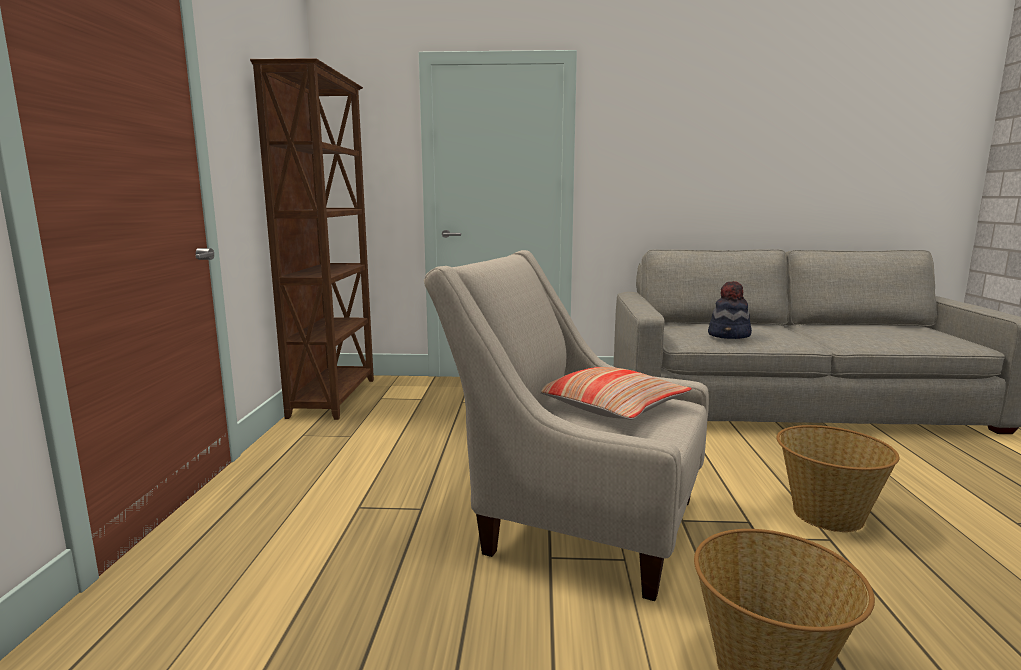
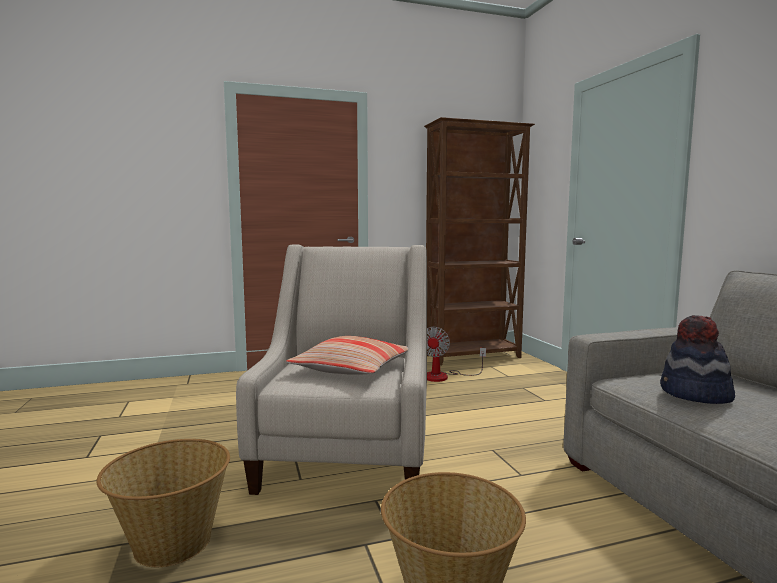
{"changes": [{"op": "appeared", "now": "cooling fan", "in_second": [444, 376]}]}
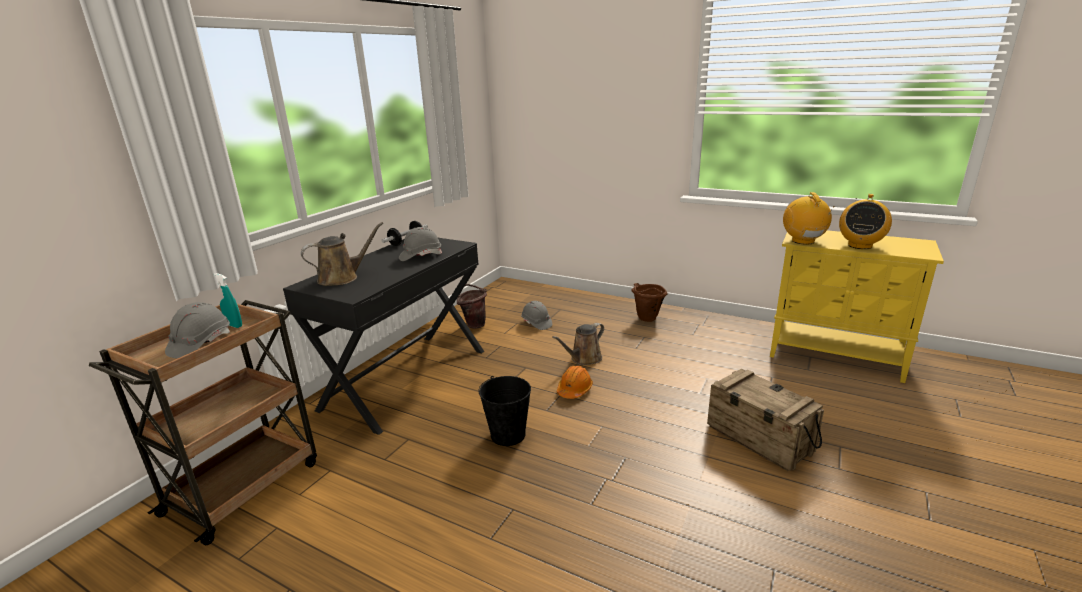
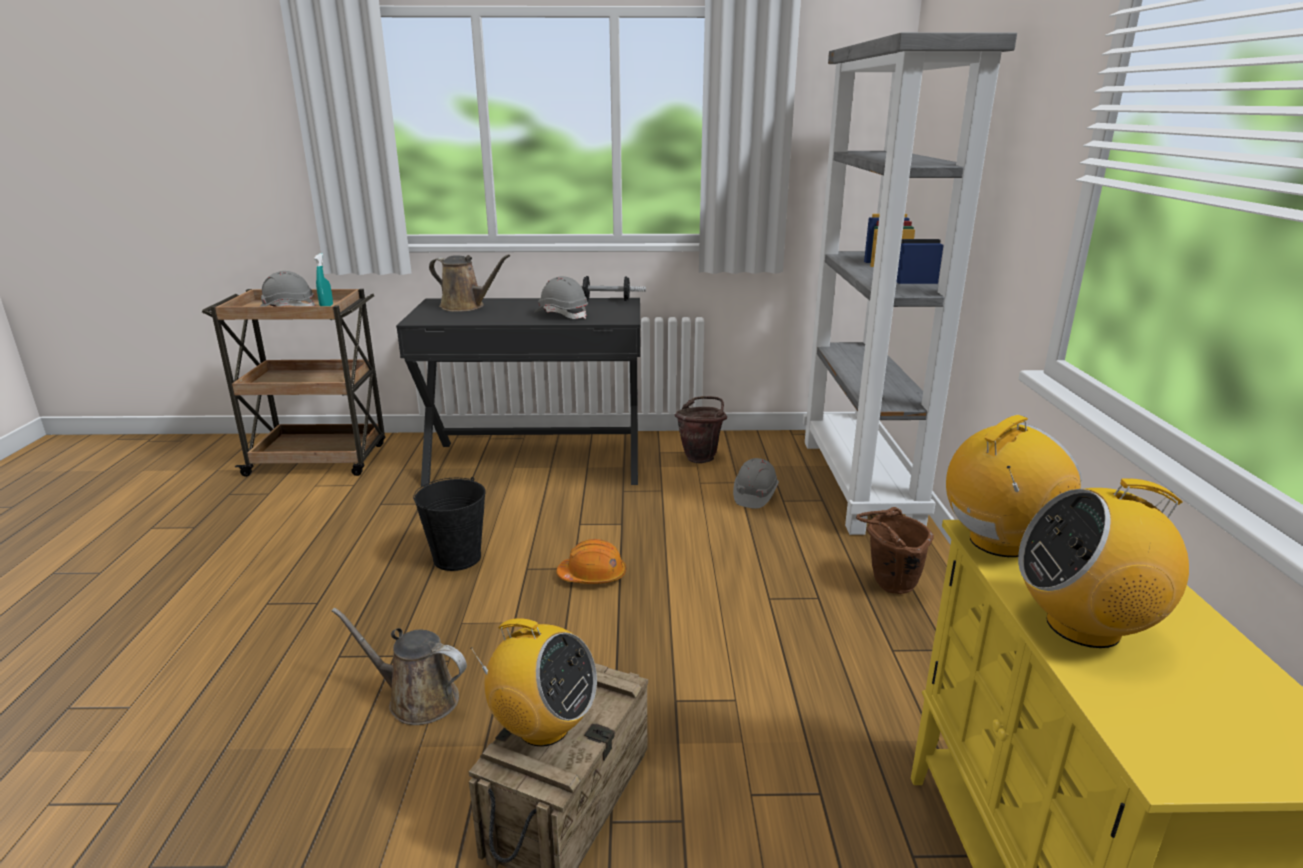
{"changes": [{"op": "relocated", "was": "brown-coloured watering can", "in_first": [584, 359], "in_second": [417, 699]}, {"op": "appeared", "now": "radio receiver", "in_second": [542, 727]}, {"op": "appeared", "now": "grey bookshelf", "in_second": [860, 484]}]}
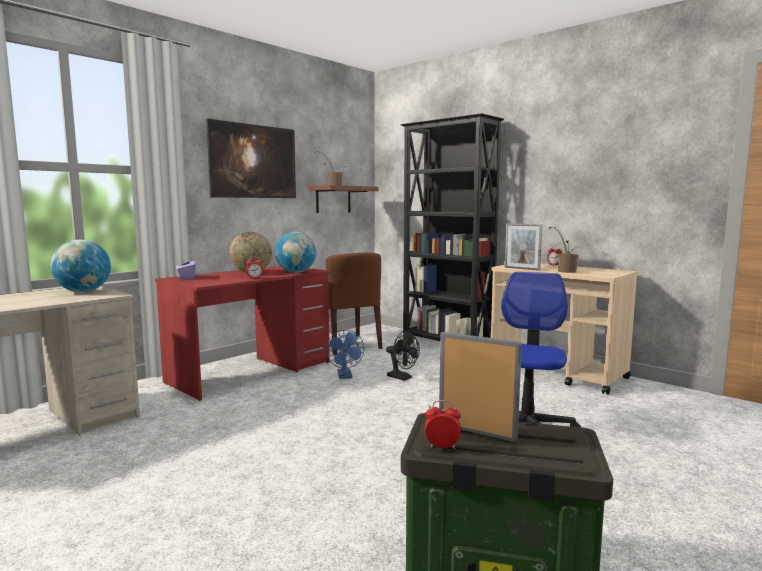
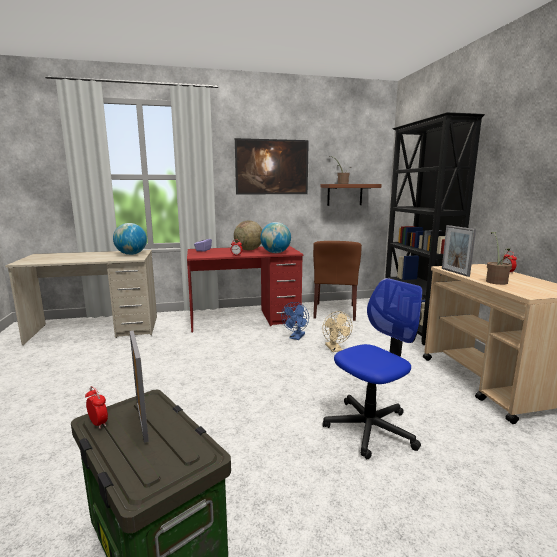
{"changes": [{"op": "colour", "was": "blackish cooling fan", "now": "beige-coloured cooling fan", "in_first": [402, 377], "in_second": [335, 349]}]}
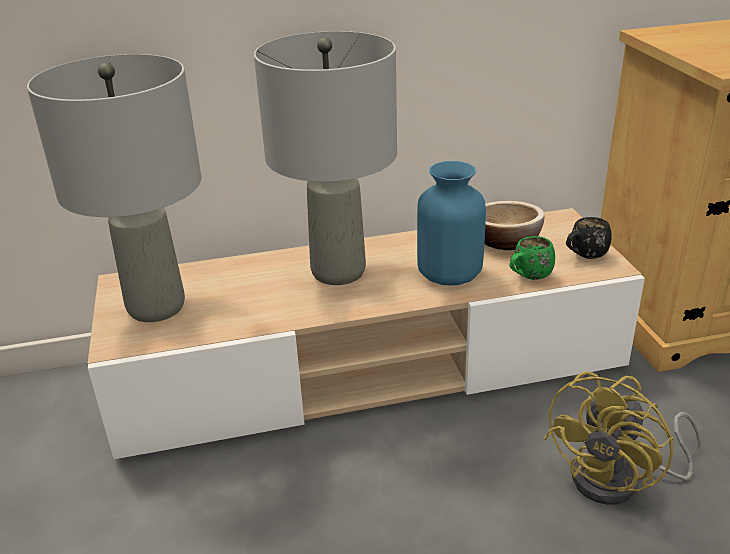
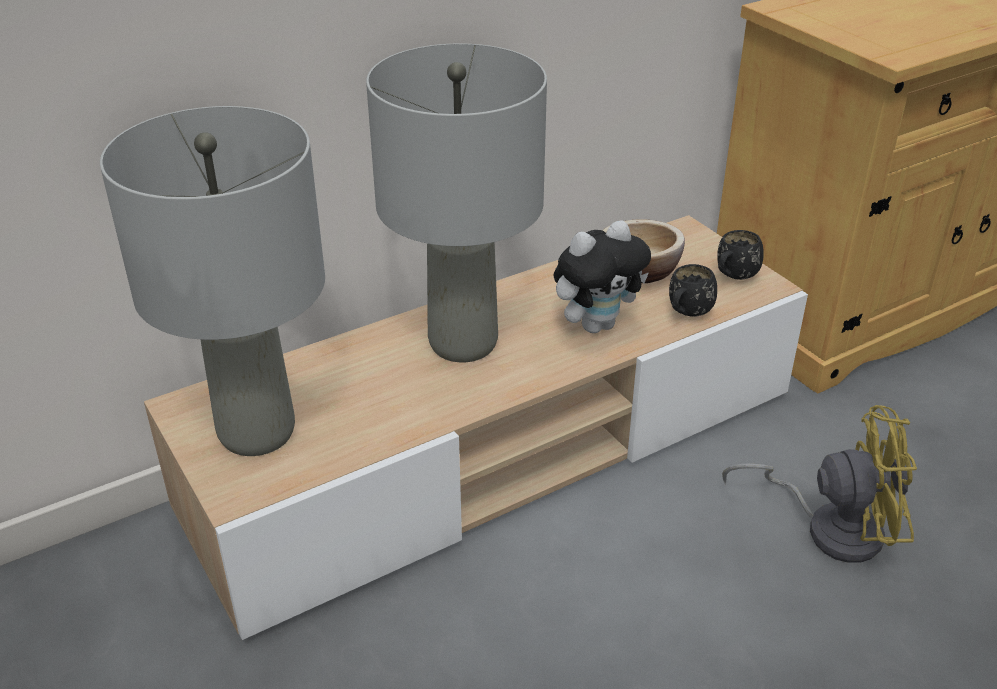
{"changes": [{"op": "exchanged", "was": "blue-coloured flower vase", "now": "cuddly toy", "in_first": [449, 274], "in_second": [596, 324]}, {"op": "colour", "was": "green-coloured coffee mug", "now": "blackish coffee mug", "in_first": [528, 277], "in_second": [687, 314]}, {"op": "spun", "was": "yellow-coloured cooling fan", "in_first": [619, 481], "in_second": [830, 527], "clockwise": -105}]}
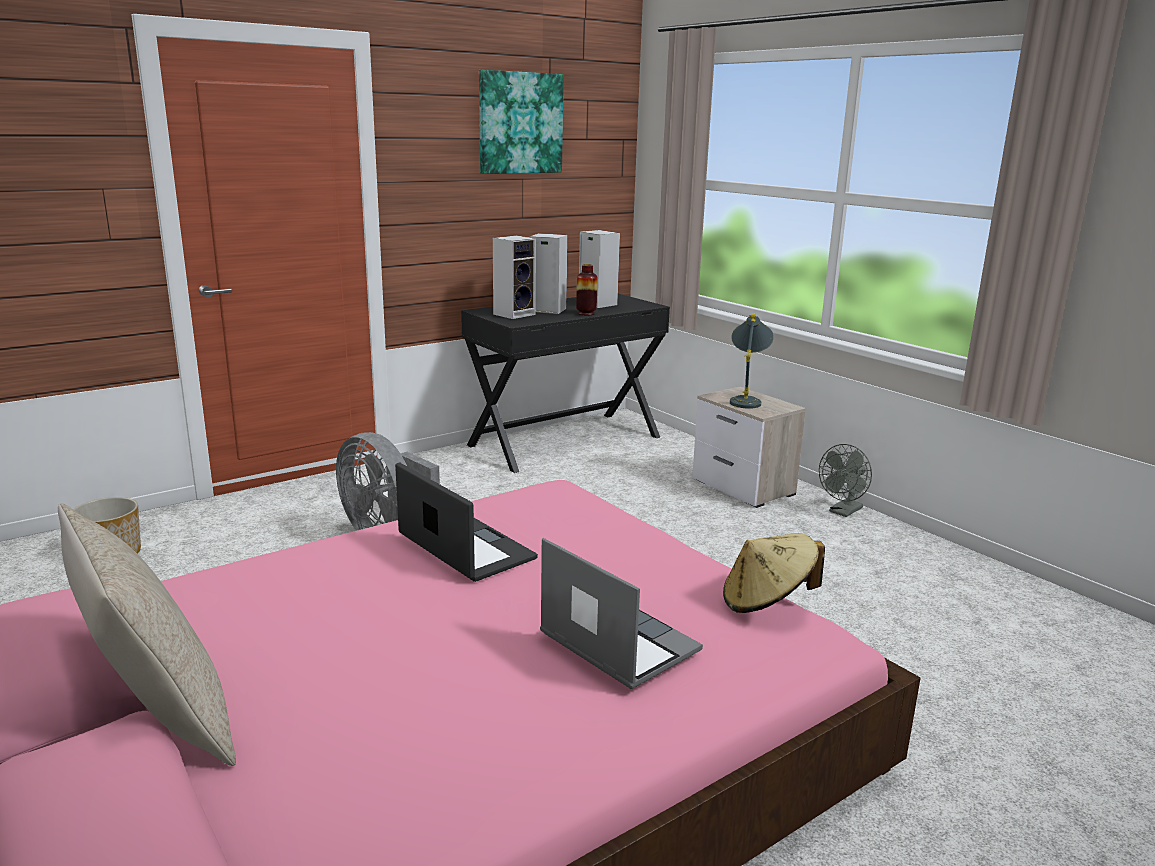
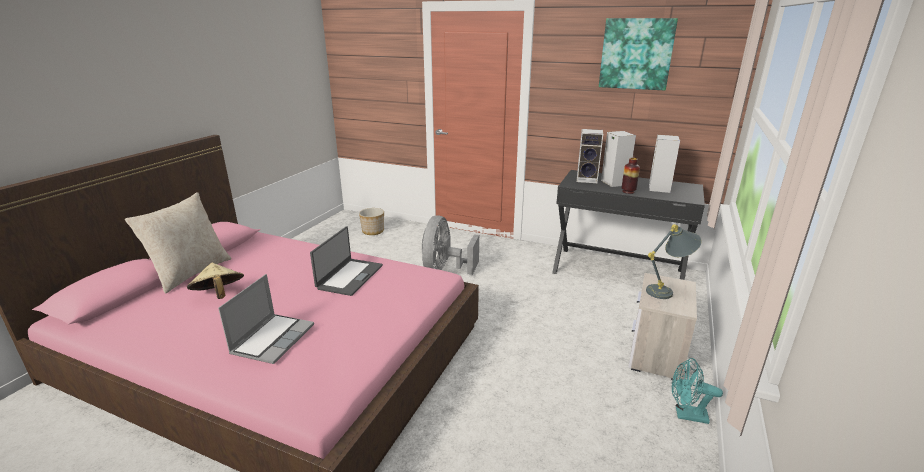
{"changes": [{"op": "relocated", "was": "beige-coloured hat", "in_first": [767, 602], "in_second": [219, 295]}, {"op": "colour", "was": "grey cooling fan", "now": "turquoise cooling fan", "in_first": [843, 512], "in_second": [686, 415]}]}
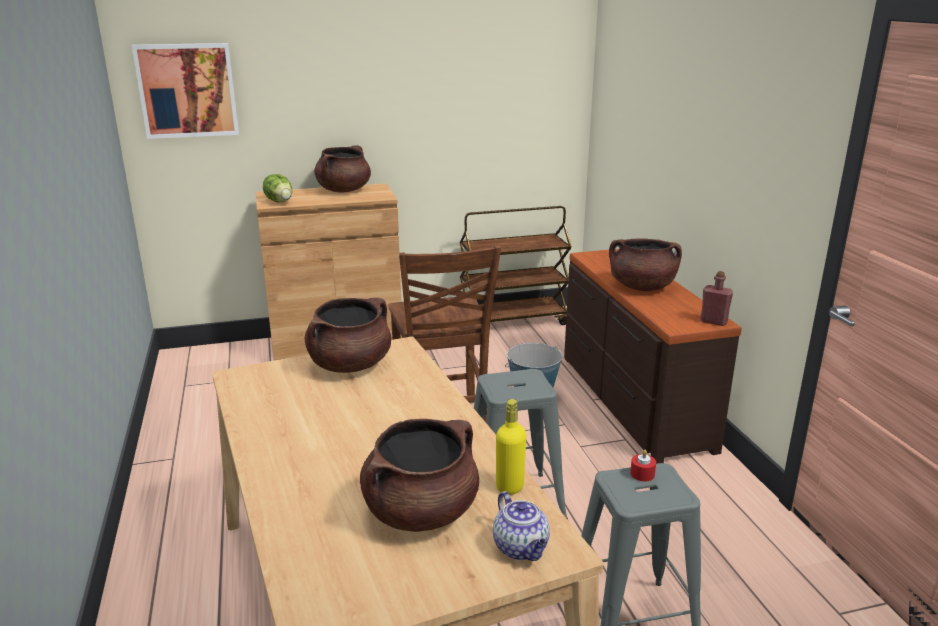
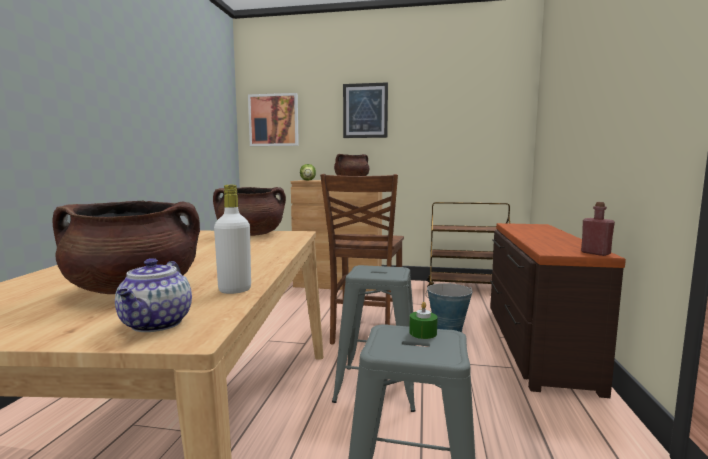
{"changes": [{"op": "colour", "was": "yellow-coloured beverage bottle", "now": "white-coloured beverage bottle", "in_first": [509, 487], "in_second": [235, 290]}, {"op": "missing", "was": "brown-coloured saucepot", "in_first": [642, 287]}, {"op": "colour", "was": "red-coloured wax candle", "now": "green-coloured wax candle", "in_first": [642, 474], "in_second": [423, 333]}, {"op": "appeared", "now": "wall picture", "in_second": [365, 111]}]}
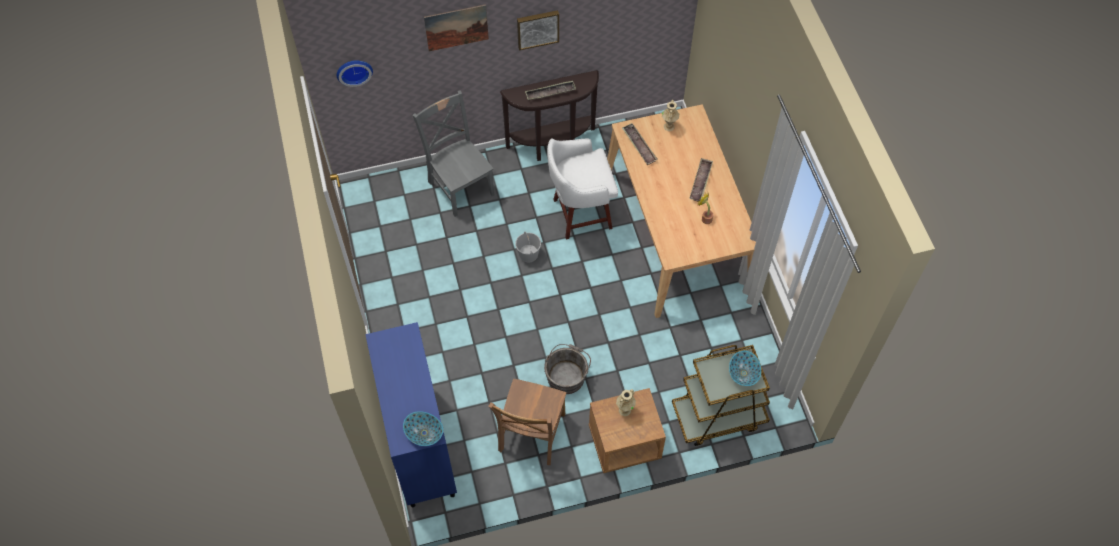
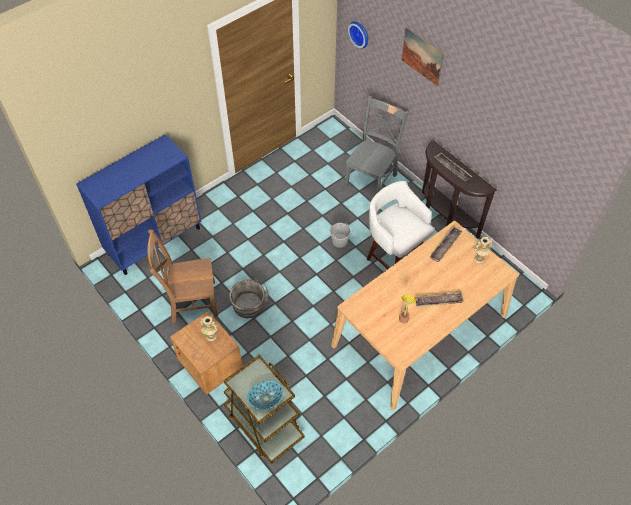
{"changes": [{"op": "missing", "was": "serving bowl", "in_first": [424, 433]}, {"op": "missing", "was": "wall picture", "in_first": [537, 28]}]}
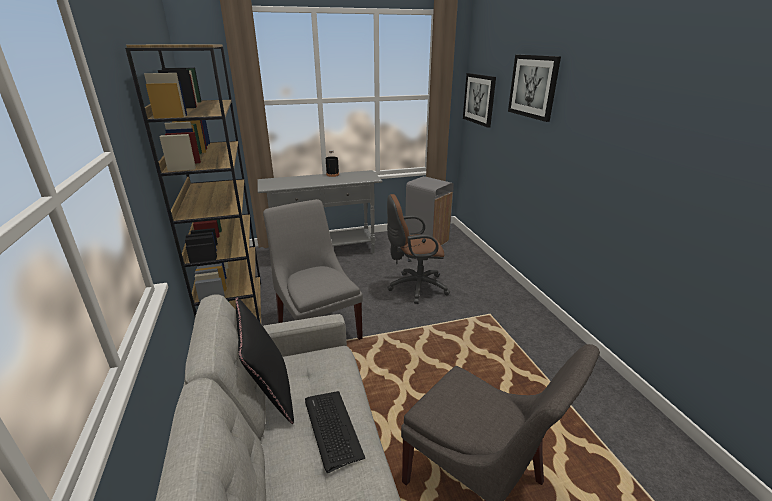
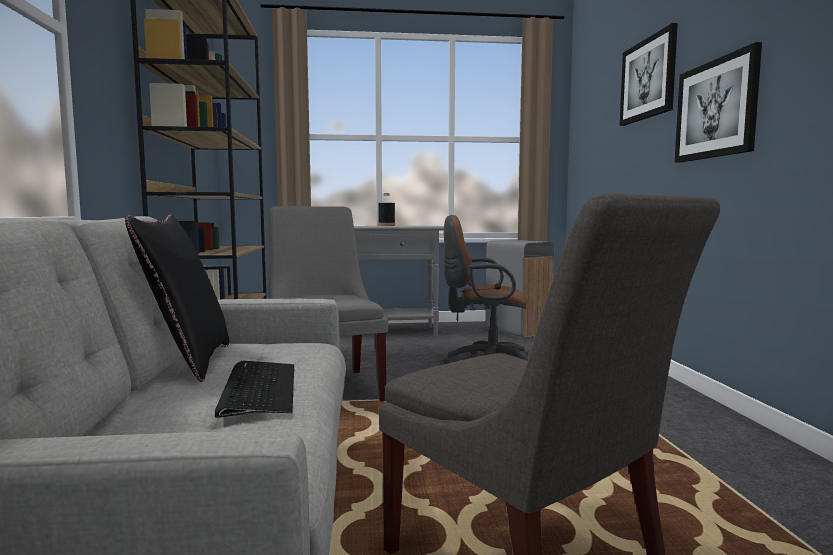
{"changes": [{"op": "relocated", "was": "wall picture", "in_first": [479, 99], "in_second": [716, 109]}]}
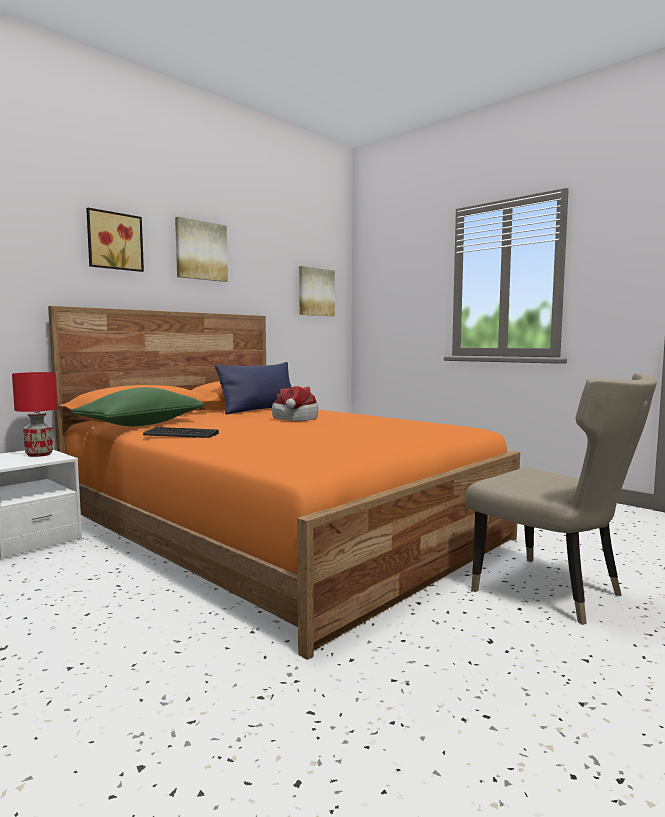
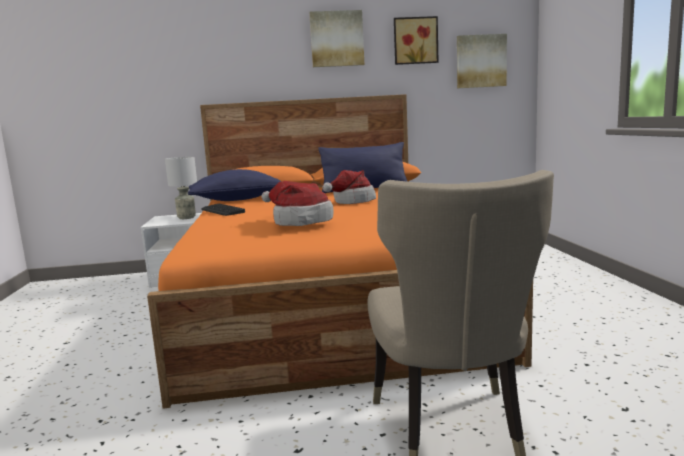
{"changes": [{"op": "colour", "was": "red-coloured table lamp", "now": "grey table lamp", "in_first": [39, 455], "in_second": [186, 218]}, {"op": "colour", "was": "green-coloured cushion", "now": "blue-coloured cushion", "in_first": [142, 424], "in_second": [237, 200]}, {"op": "relocated", "was": "wall picture", "in_first": [114, 241], "in_second": [415, 41]}, {"op": "appeared", "now": "hat", "in_second": [299, 221]}]}
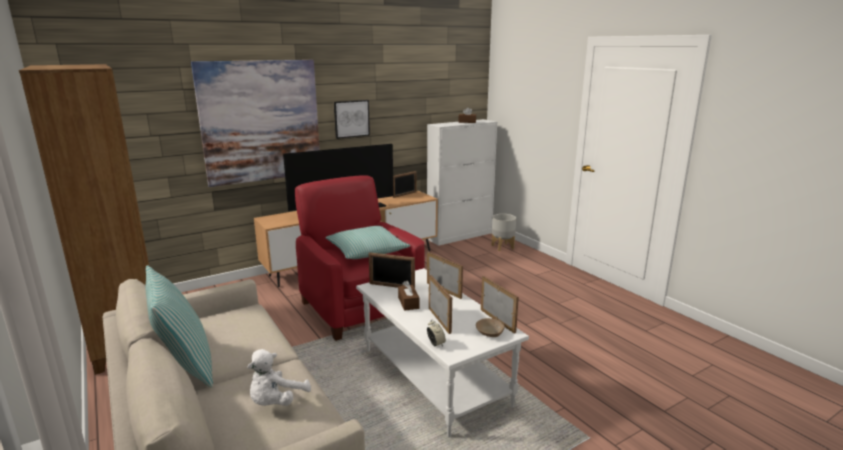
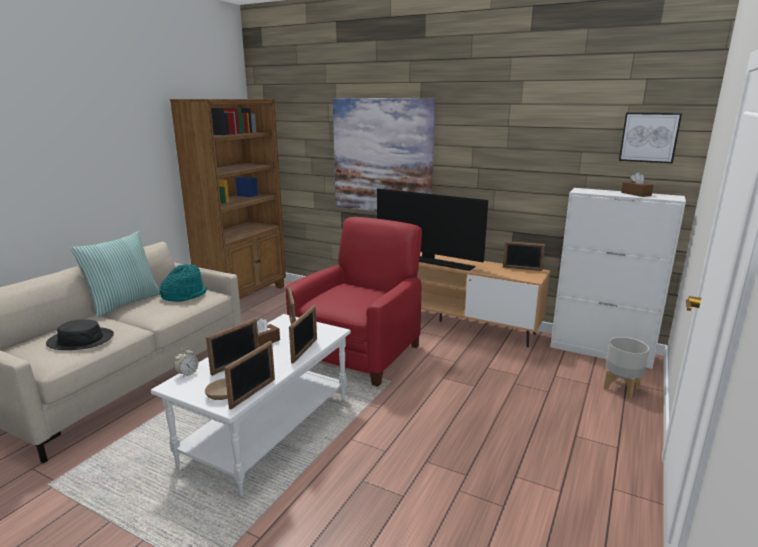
{"changes": [{"op": "exchanged", "was": "white-coloured cuddly toy", "now": "blackish hat", "in_first": [276, 402], "in_second": [81, 340]}, {"op": "missing", "was": "cushion", "in_first": [366, 251]}, {"op": "relocated", "was": "wall picture", "in_first": [351, 118], "in_second": [649, 137]}, {"op": "appeared", "now": "turquoise hat", "in_second": [184, 295]}]}
